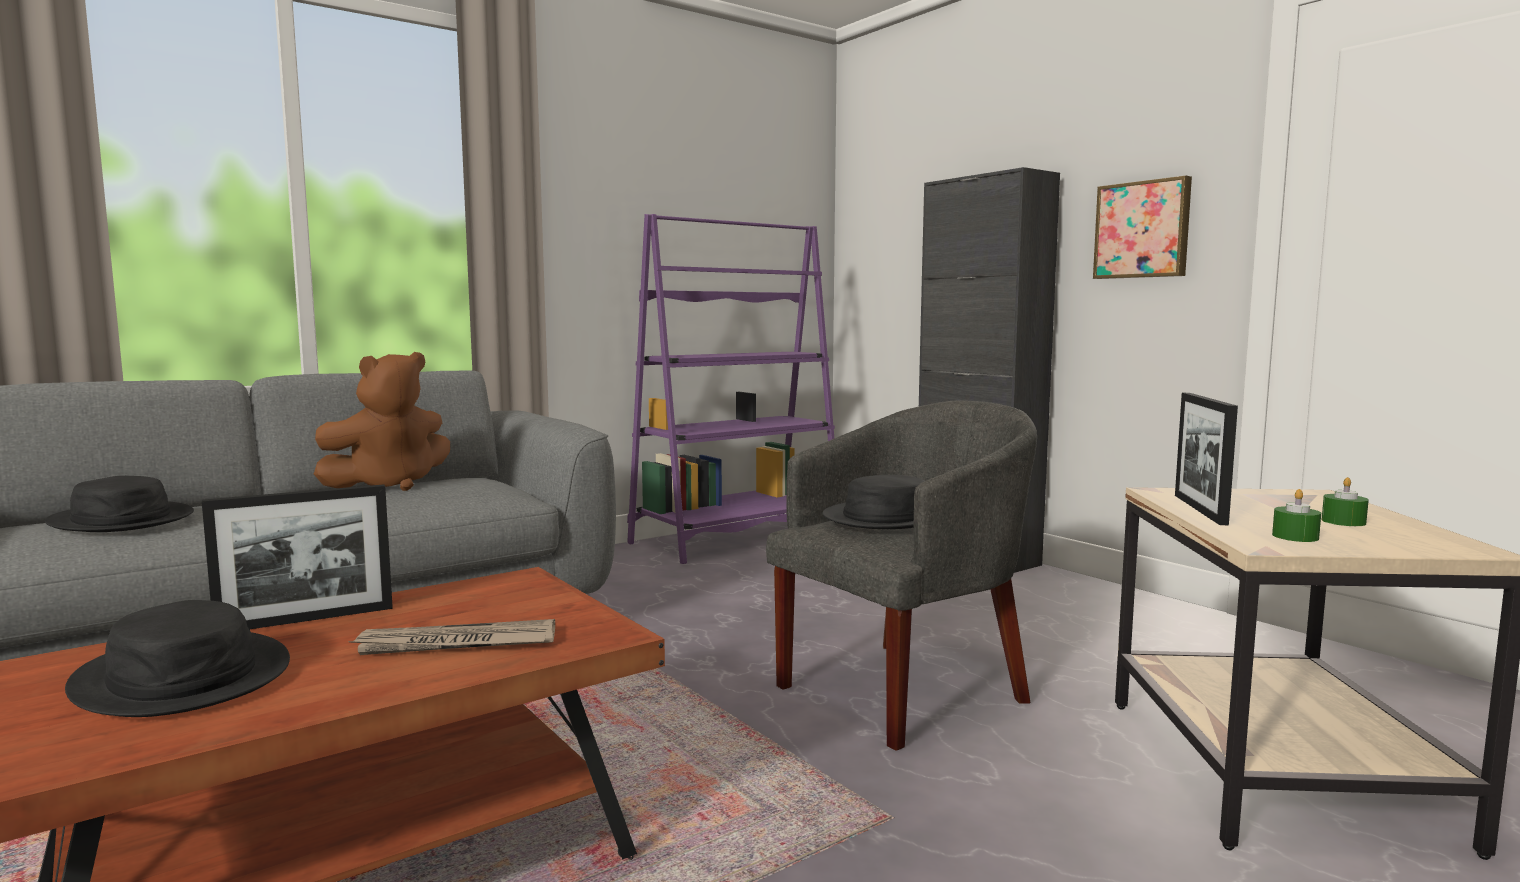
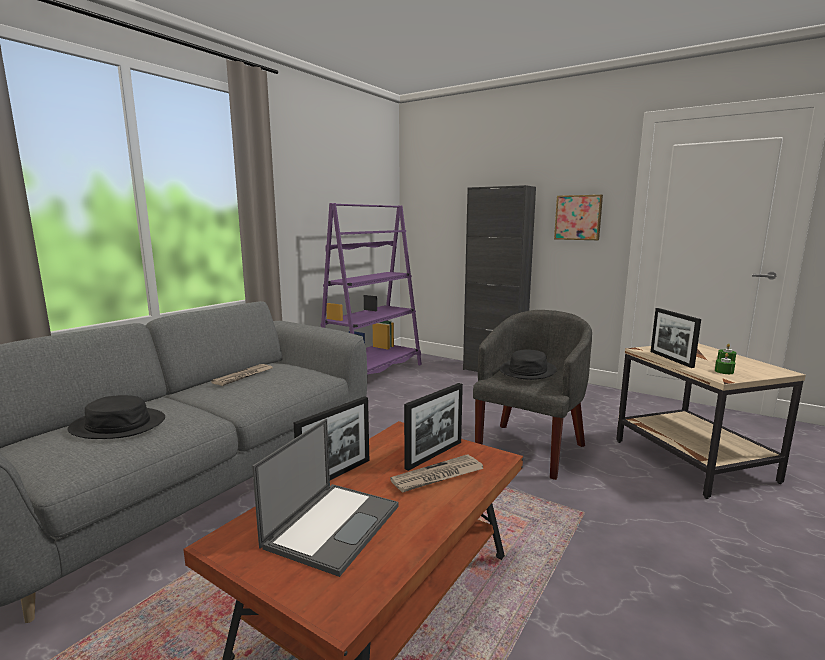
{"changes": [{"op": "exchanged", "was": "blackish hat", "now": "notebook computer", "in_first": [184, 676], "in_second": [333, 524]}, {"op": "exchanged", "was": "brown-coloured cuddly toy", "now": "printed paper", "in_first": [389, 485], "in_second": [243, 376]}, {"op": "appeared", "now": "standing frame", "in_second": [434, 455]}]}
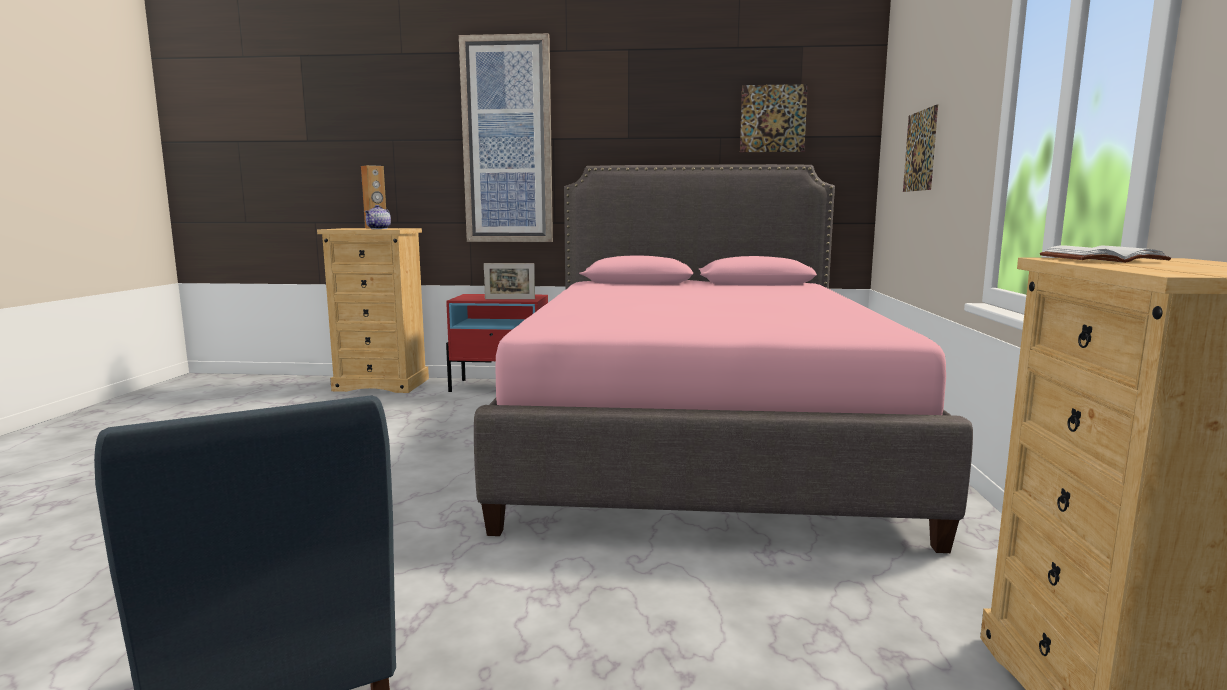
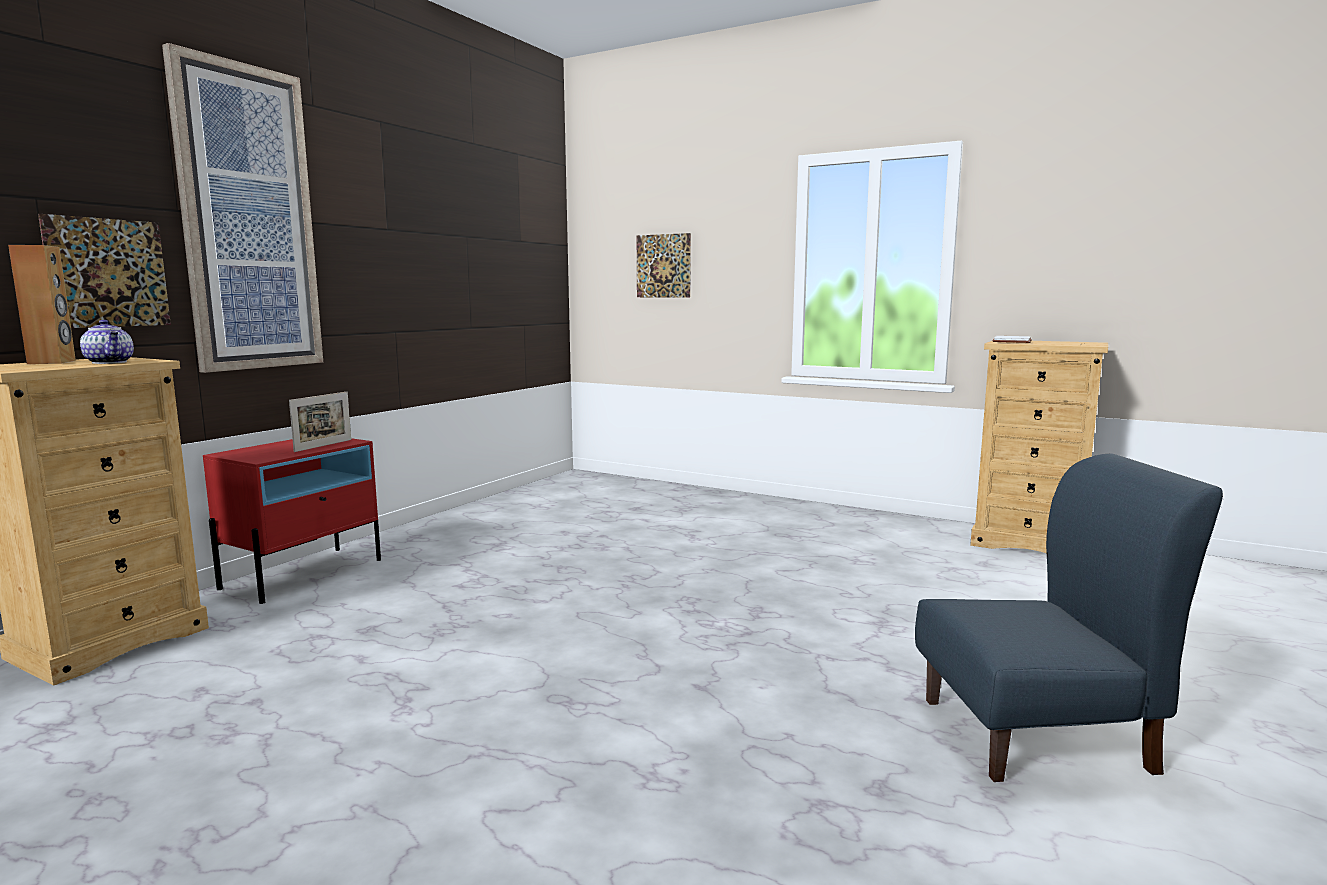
{"changes": [{"op": "missing", "was": "pink bedroom bed", "in_first": [700, 439]}, {"op": "relocated", "was": "wall picture", "in_first": [773, 118], "in_second": [108, 273]}]}
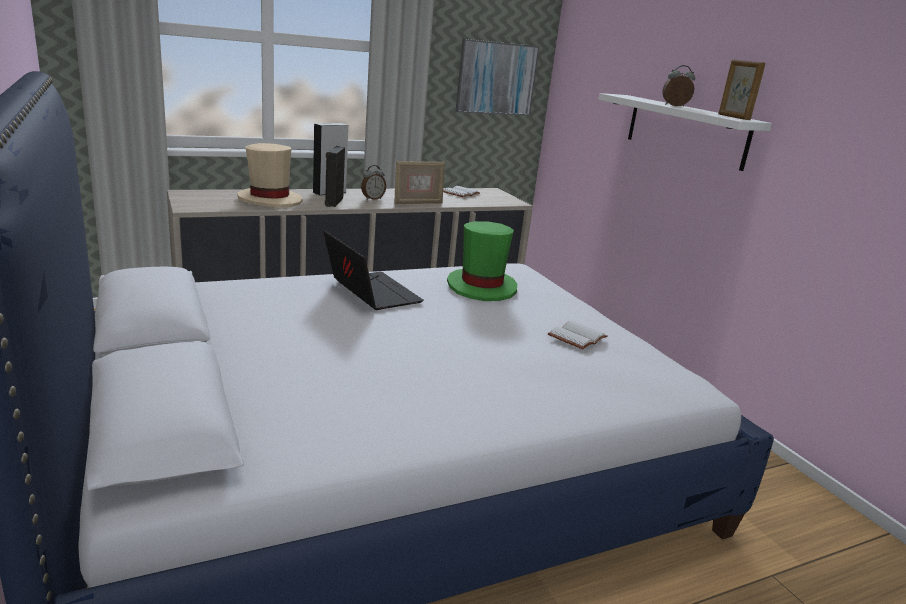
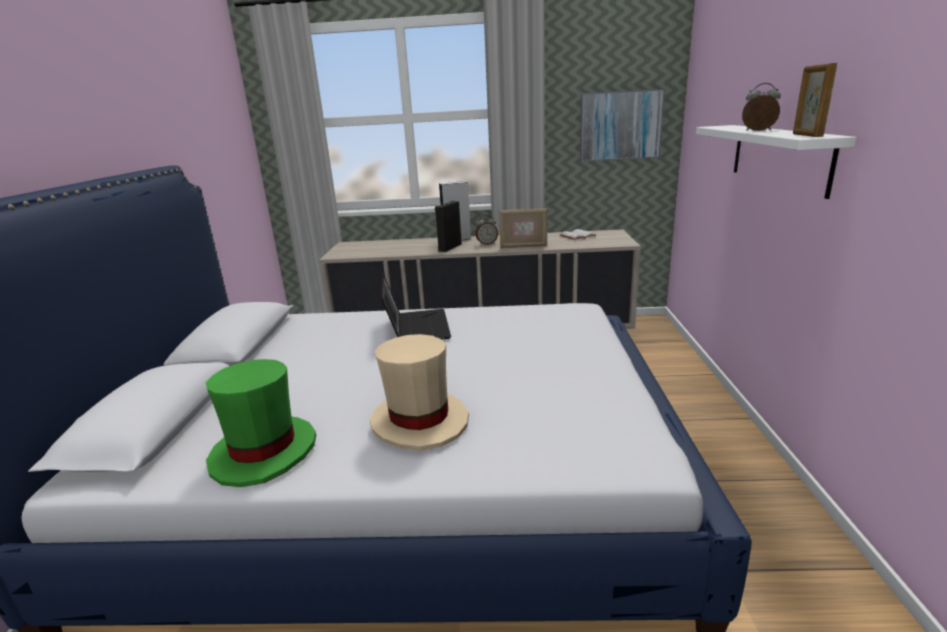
{"changes": [{"op": "relocated", "was": "beige-coloured hat", "in_first": [270, 200], "in_second": [420, 421]}, {"op": "relocated", "was": "green-coloured hat", "in_first": [482, 287], "in_second": [264, 452]}, {"op": "missing", "was": "white-coloured book", "in_first": [578, 338]}]}
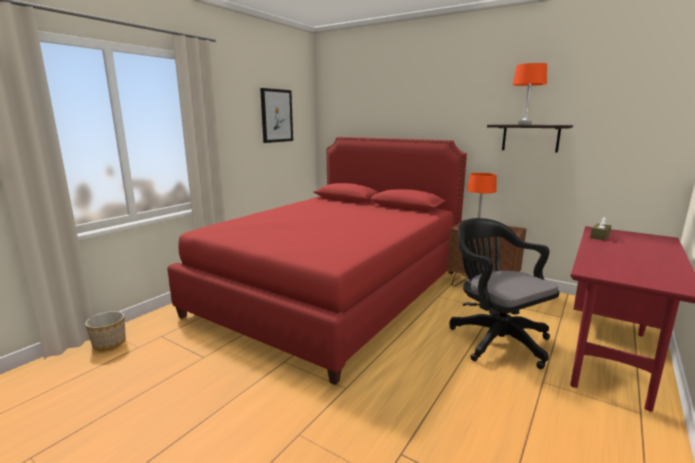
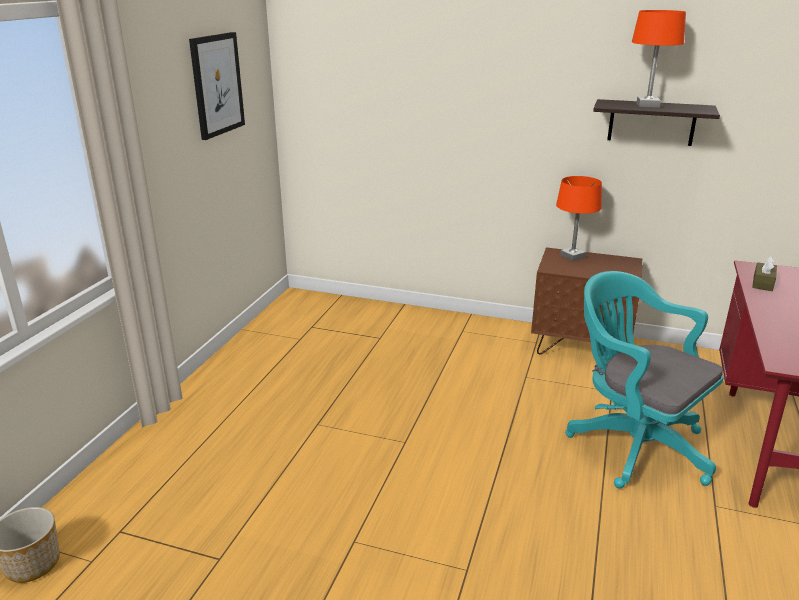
{"changes": [{"op": "missing", "was": "red-coloured bedroom bed", "in_first": [333, 292]}, {"op": "colour", "was": "blackish desk chair", "now": "turquoise desk chair", "in_first": [495, 339], "in_second": [632, 444]}]}
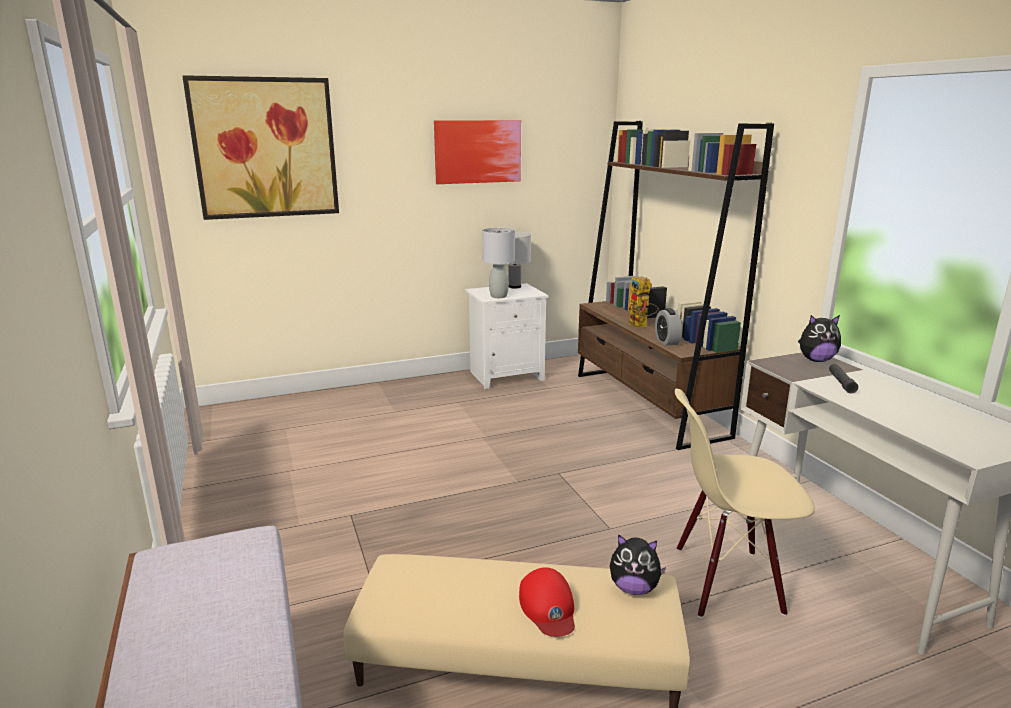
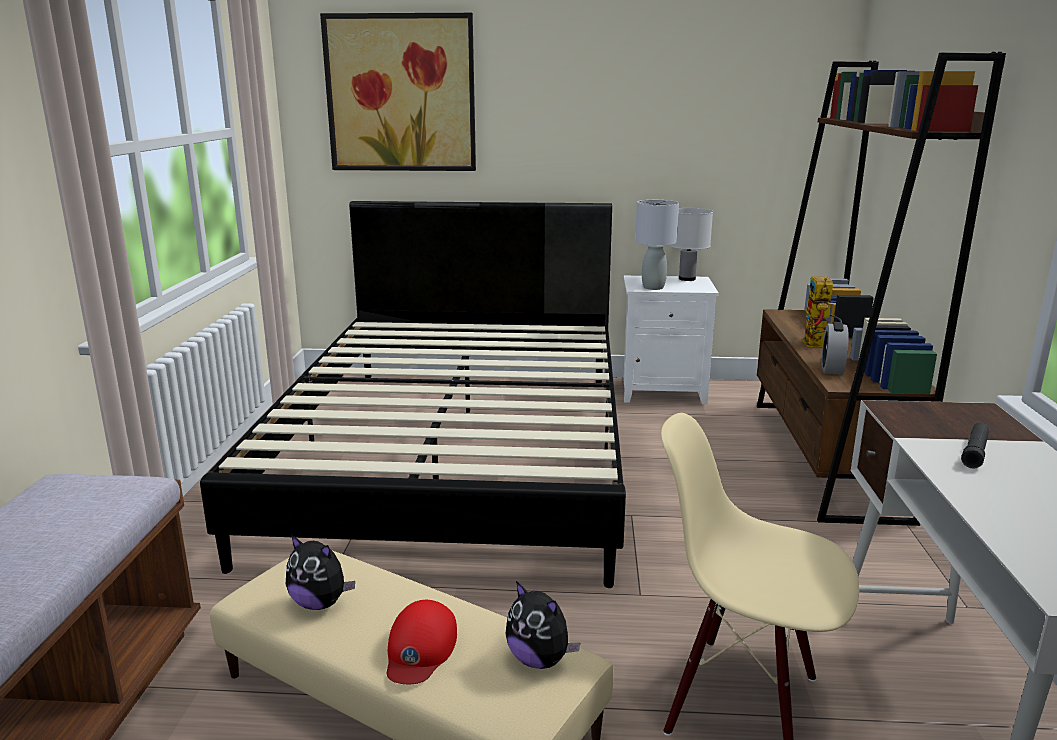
{"changes": [{"op": "missing", "was": "wall picture", "in_first": [477, 151]}, {"op": "relocated", "was": "cuddly toy", "in_first": [816, 360], "in_second": [320, 603]}, {"op": "appeared", "now": "blackish bedroom bed", "in_second": [459, 452]}]}
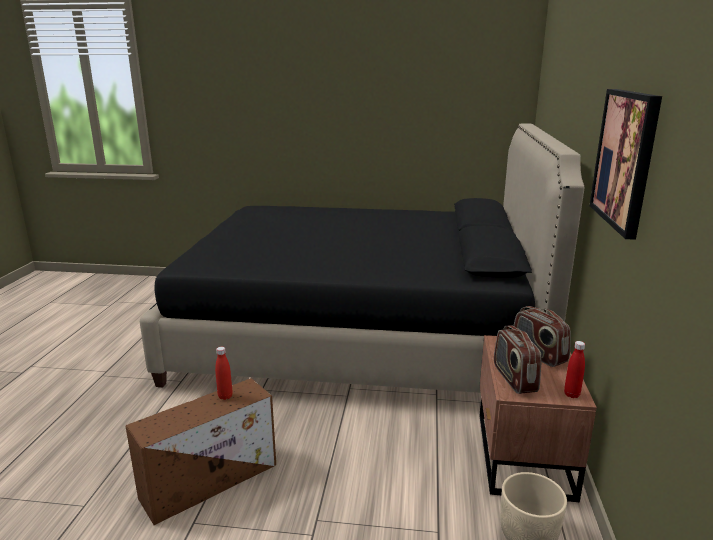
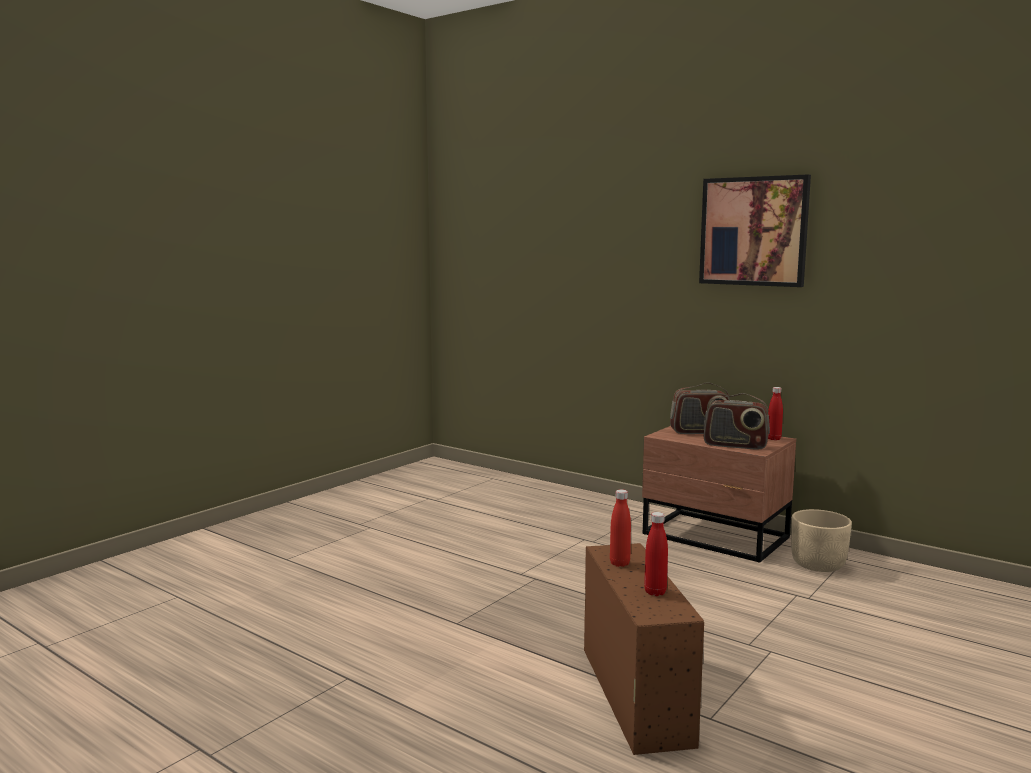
{"changes": [{"op": "missing", "was": "blackish bedroom bed", "in_first": [359, 335]}, {"op": "appeared", "now": "red-coloured beverage bottle", "in_second": [655, 592]}]}
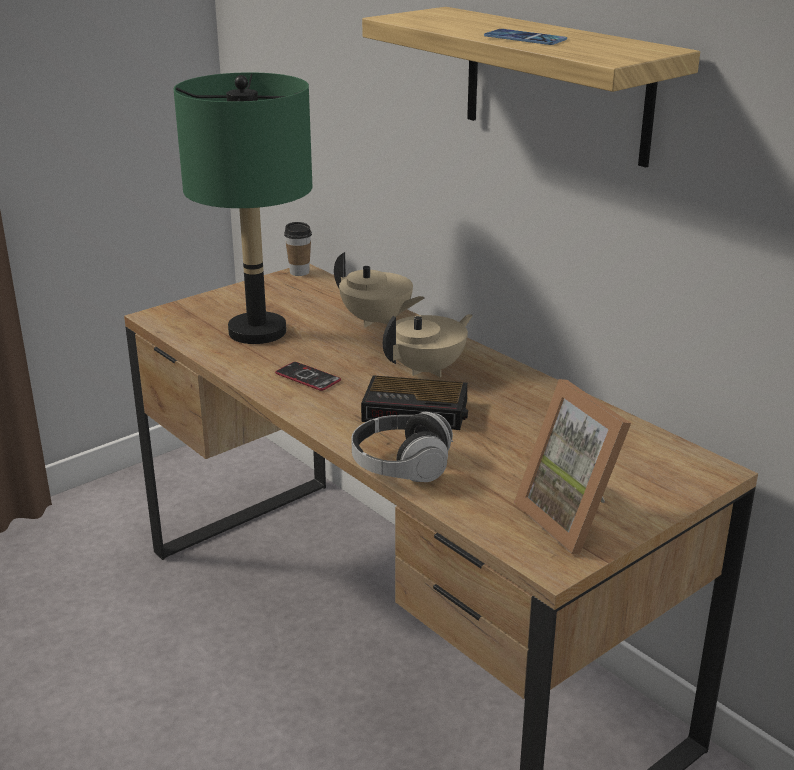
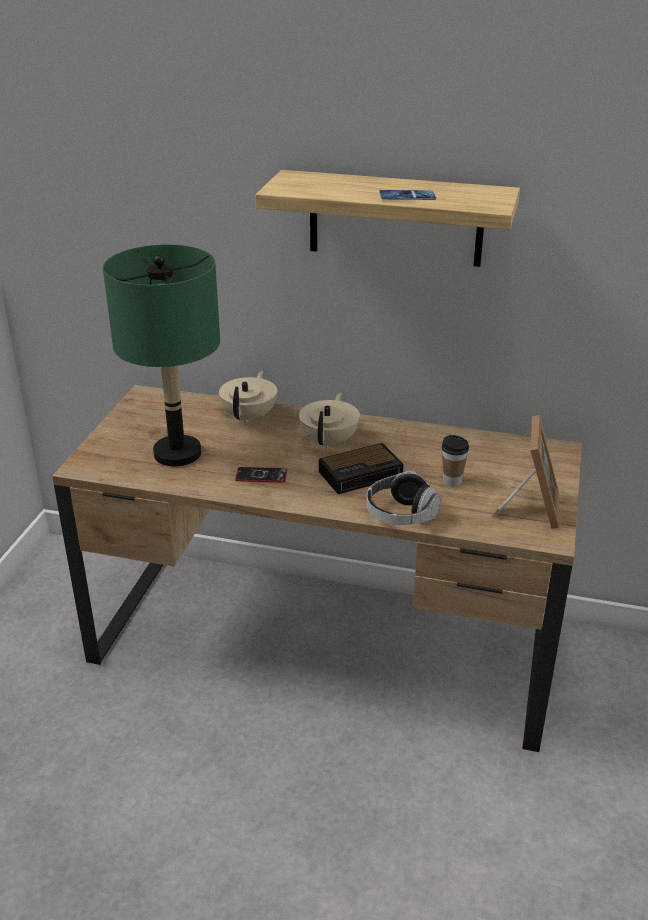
{"changes": [{"op": "relocated", "was": "drinking cup", "in_first": [299, 272], "in_second": [452, 481]}, {"op": "spun", "was": "beige-coloured teapot", "in_first": [376, 321], "in_second": [250, 417], "clockwise": -75}, {"op": "spun", "was": "standing frame", "in_first": [575, 518], "in_second": [530, 507], "clockwise": -105}]}
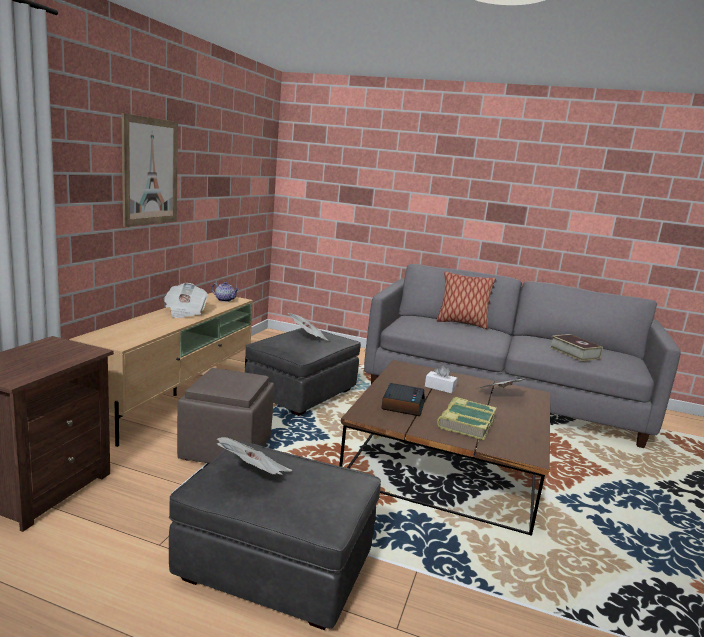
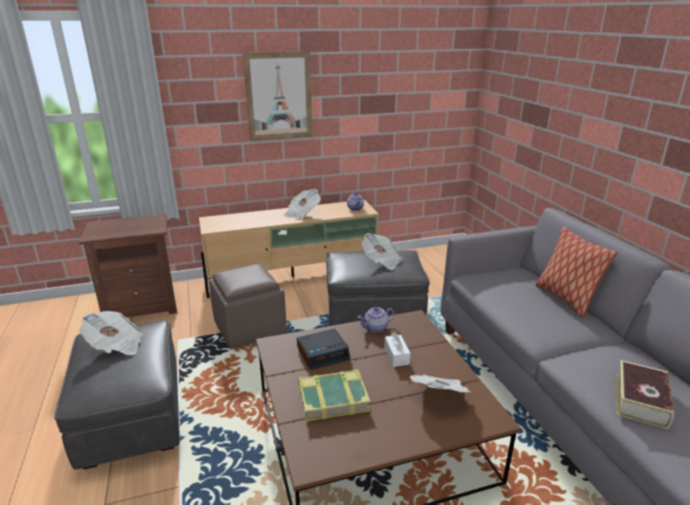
{"changes": [{"op": "appeared", "now": "teapot", "in_second": [375, 328]}]}
